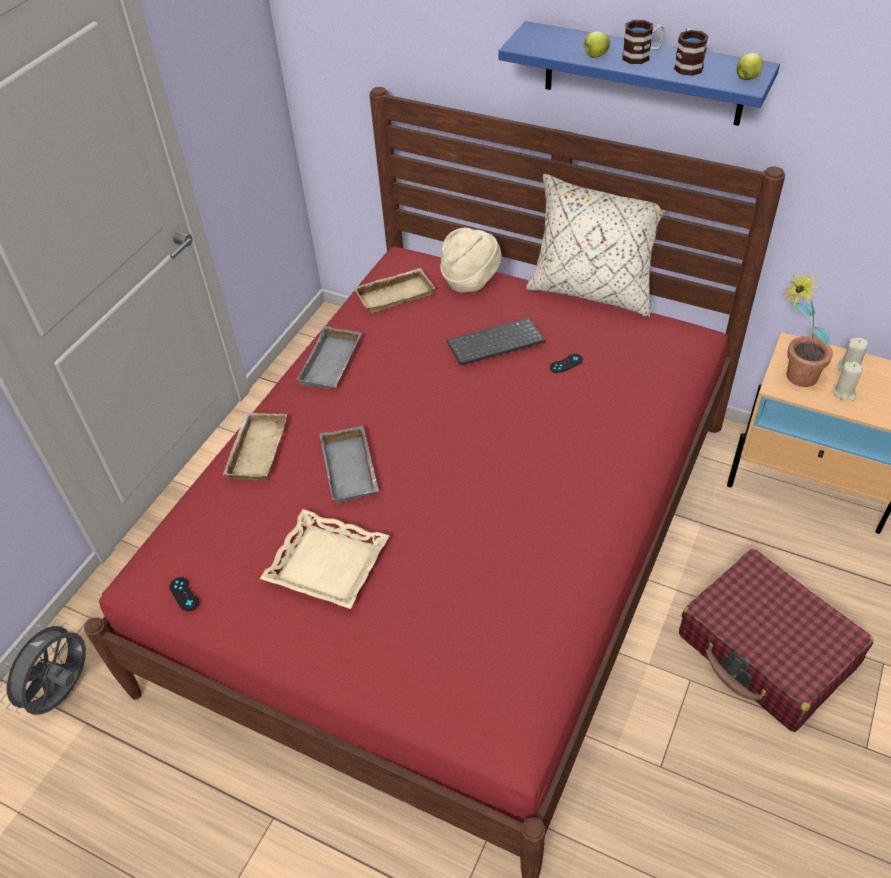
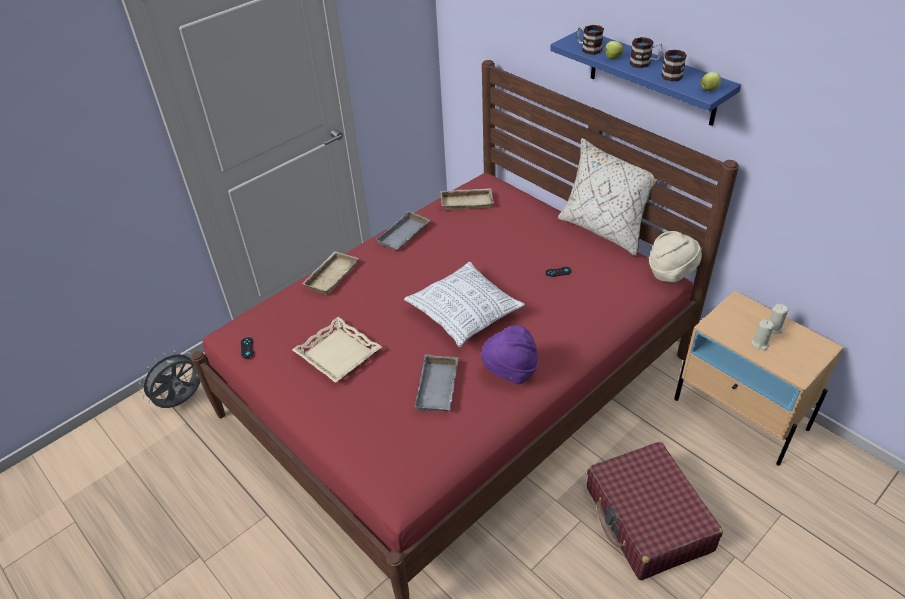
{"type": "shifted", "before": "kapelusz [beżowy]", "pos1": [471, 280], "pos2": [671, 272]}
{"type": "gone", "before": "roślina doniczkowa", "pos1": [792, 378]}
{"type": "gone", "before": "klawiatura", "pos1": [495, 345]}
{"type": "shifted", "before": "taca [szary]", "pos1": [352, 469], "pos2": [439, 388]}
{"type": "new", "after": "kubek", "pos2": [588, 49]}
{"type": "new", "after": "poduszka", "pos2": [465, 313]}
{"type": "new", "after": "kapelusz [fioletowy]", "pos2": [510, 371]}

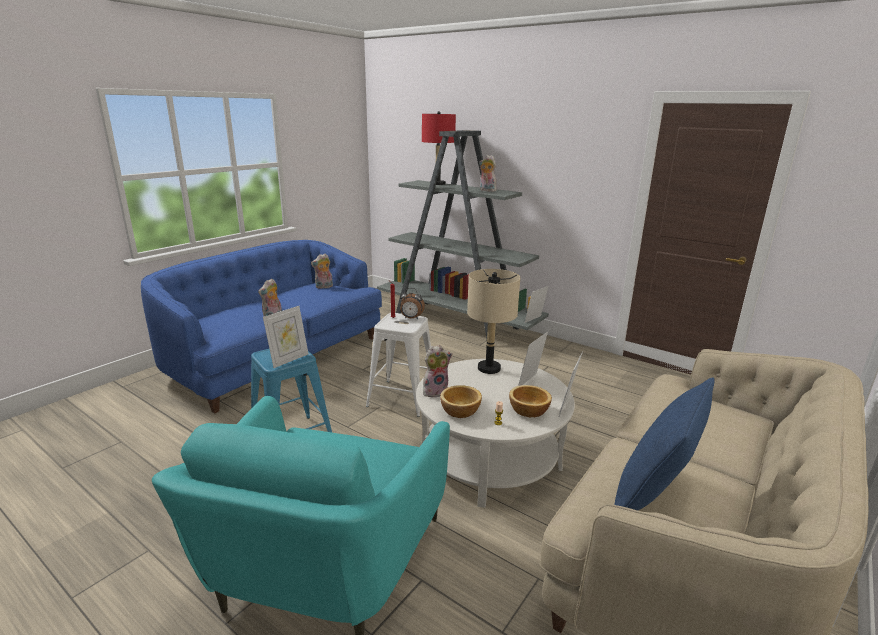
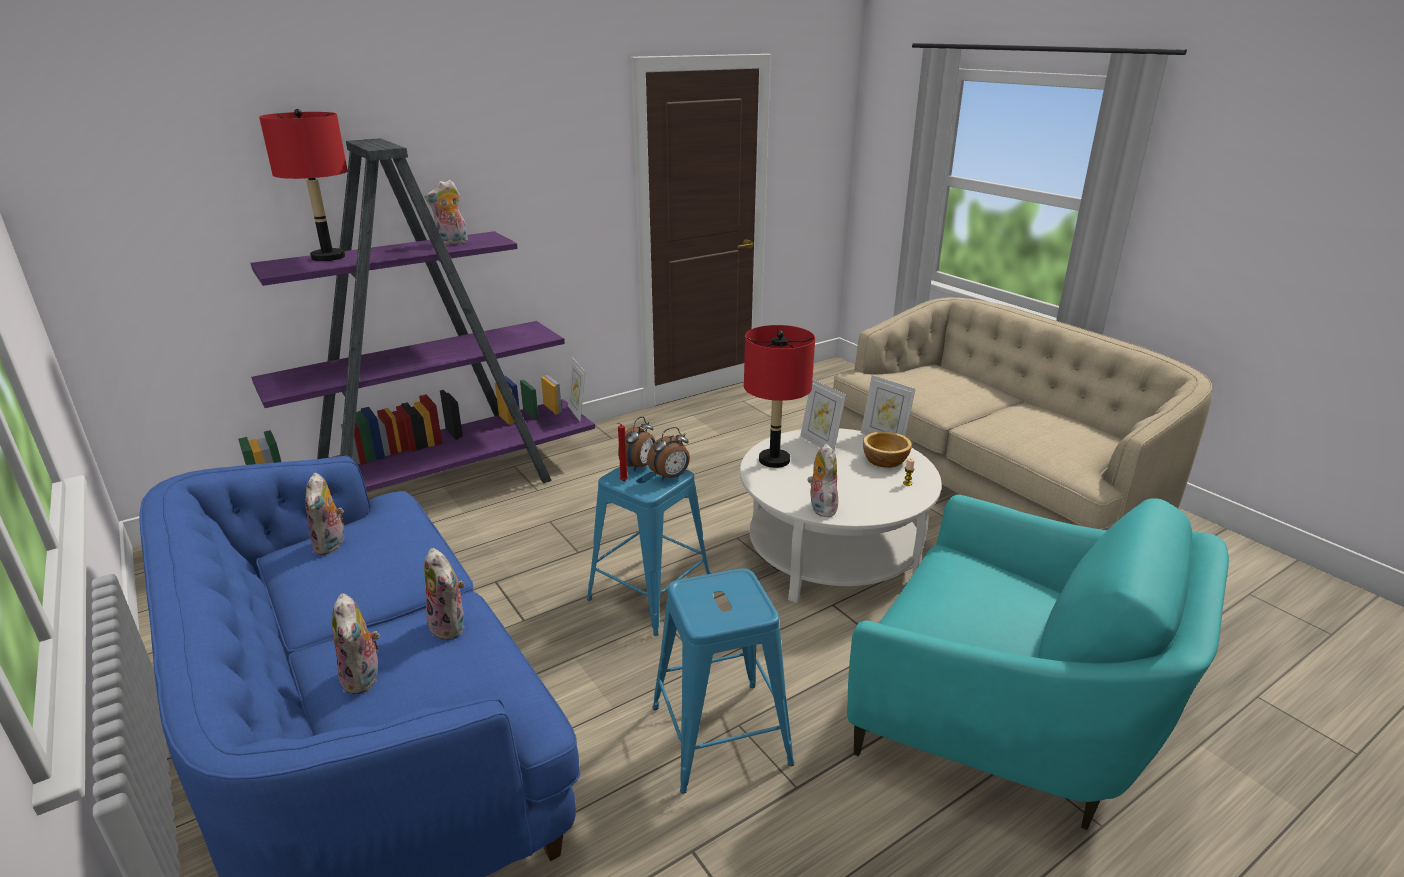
{"type": "repainted", "before": "regał [szary]", "after": "regał [fioletowy]", "pos1": [457, 323], "pos2": [438, 490]}
{"type": "repainted", "before": "lampa stołowa [beżowy]", "after": "lampa stołowa [czerwony]", "pos1": [488, 368], "pos2": [774, 460]}
{"type": "gone", "before": "ramka na zdjęcie", "pos1": [289, 359]}
{"type": "repainted", "before": "stołek [biały]", "after": "stołek [niebieski]", "pos1": [402, 398], "pos2": [650, 594]}
{"type": "gone", "before": "poduszka [niebieski]", "pos1": [653, 496]}
{"type": "gone", "before": "miska", "pos1": [460, 411]}
{"type": "new", "after": "budzik", "pos2": [670, 477]}
{"type": "new", "after": "pluszak", "pos2": [364, 678]}

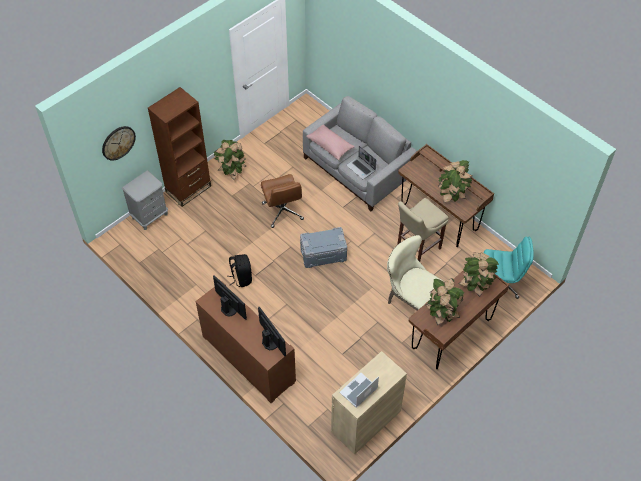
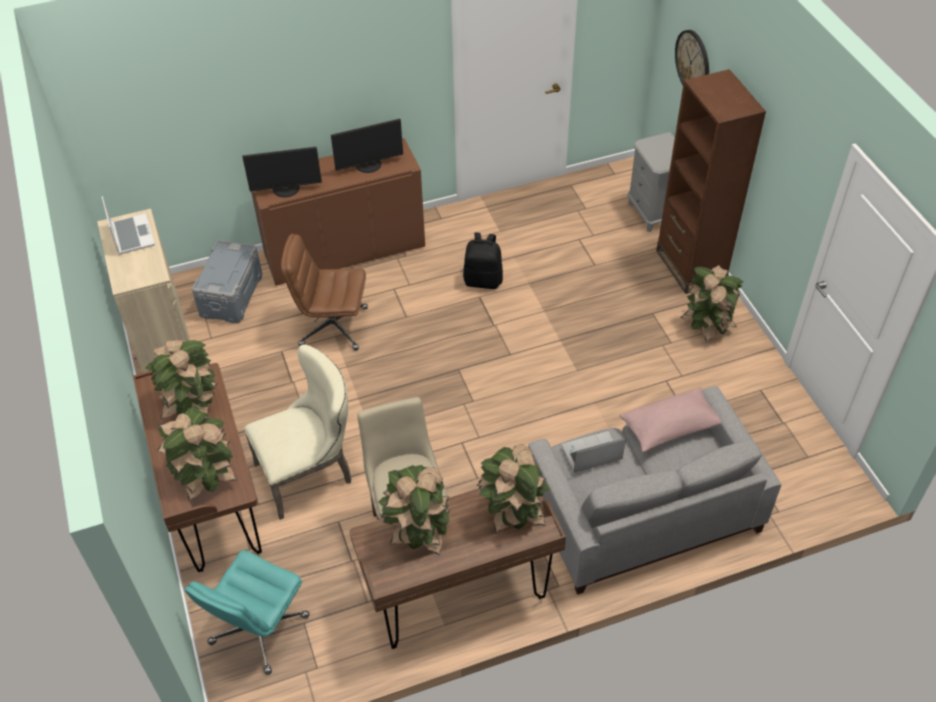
{"type": "shifted", "before": "krzesło biurowe [brązowy]", "pos1": [283, 212], "pos2": [332, 327]}
{"type": "shifted", "before": "pojemnik do przechowywania [szary]", "pos1": [323, 255], "pos2": [230, 295]}
{"type": "new", "after": "roślina doniczkowa", "pos2": [512, 516]}

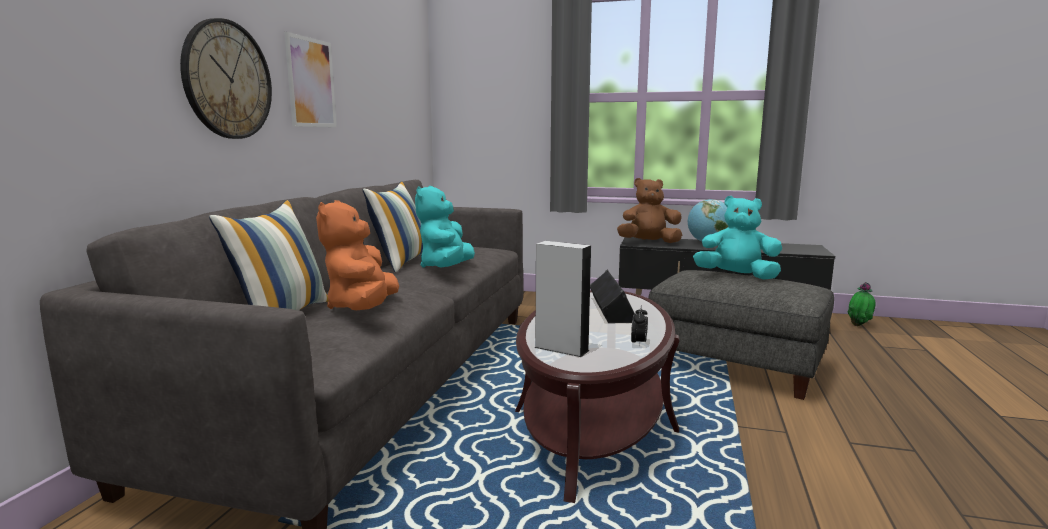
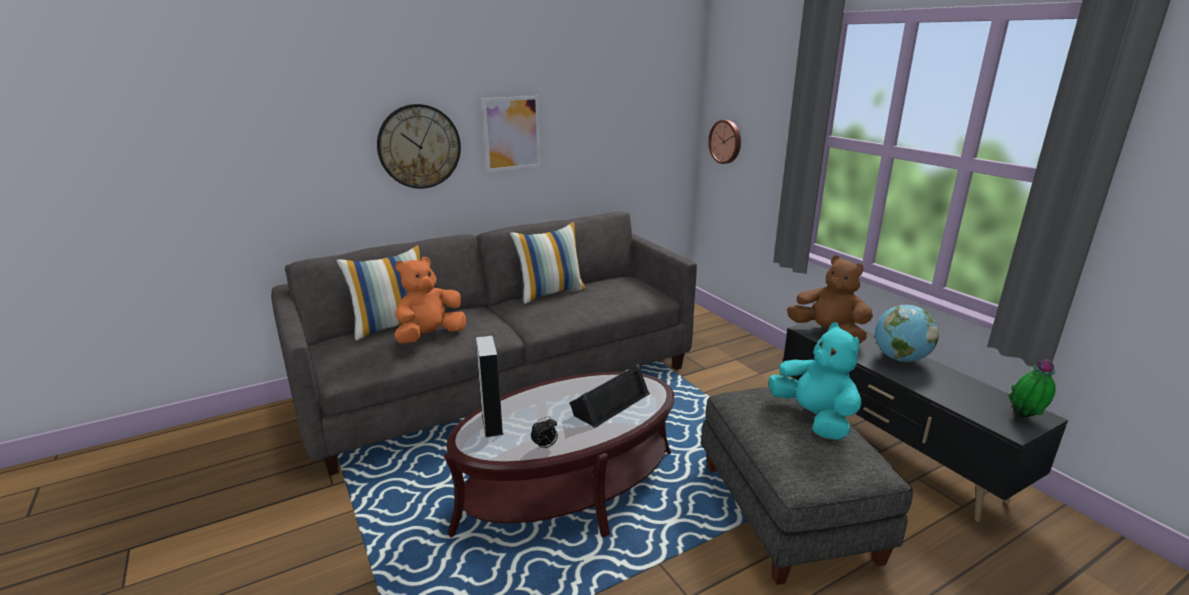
{"type": "gone", "before": "pluszak [turkusowy]", "pos1": [446, 268]}
{"type": "shifted", "before": "roślina doniczkowa", "pos1": [859, 326], "pos2": [1025, 418]}
{"type": "new", "after": "zegar ścienny", "pos2": [726, 141]}

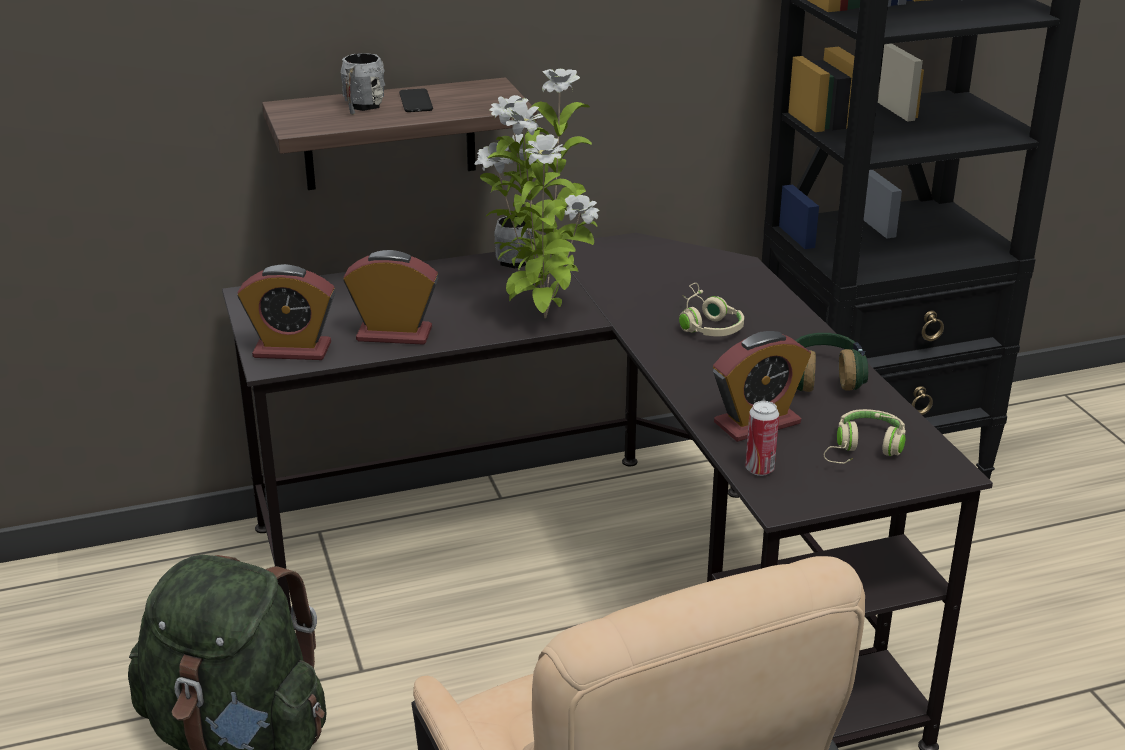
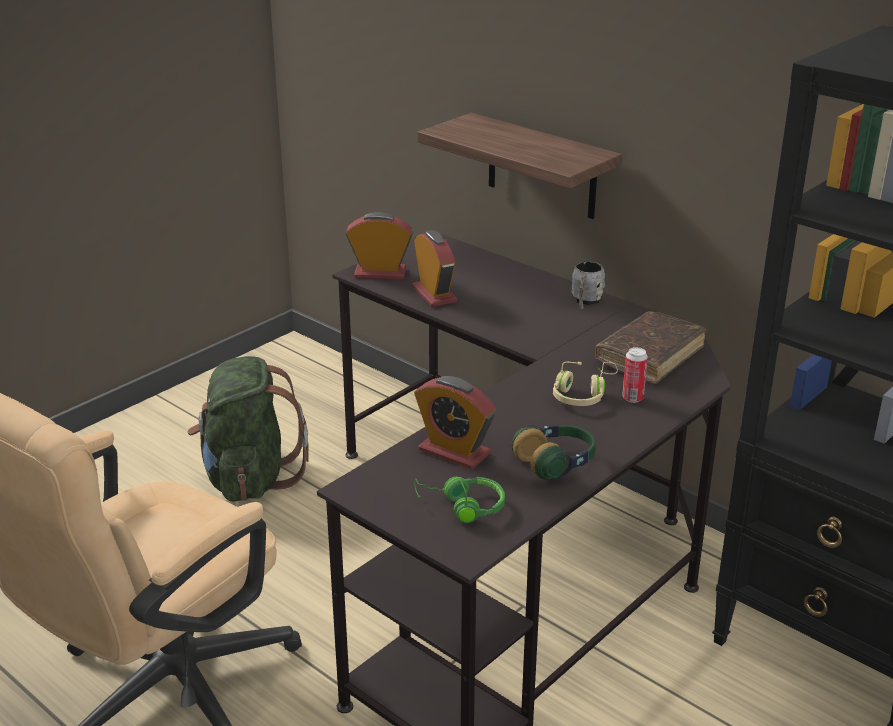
{"type": "gone", "before": "kubek [szary]", "pos1": [361, 107]}
{"type": "gone", "before": "roślina doniczkowa", "pos1": [541, 317]}
{"type": "gone", "before": "telefon", "pos1": [416, 101]}
{"type": "rotated", "before": "budzik", "pos1": [292, 350], "pos2": [380, 273], "turn": 120}
{"type": "shifted", "before": "puszka", "pos1": [759, 469], "pos2": [632, 398]}
{"type": "repainted", "before": "słuchawki [beżowy]", "after": "słuchawki [zielony]", "pos1": [864, 449], "pos2": [462, 506]}
{"type": "new", "after": "książka [brązowy]", "pos2": [650, 356]}

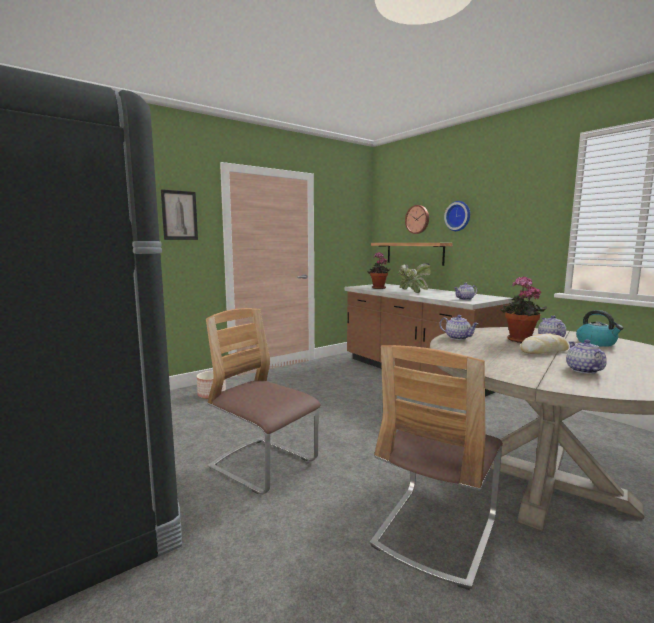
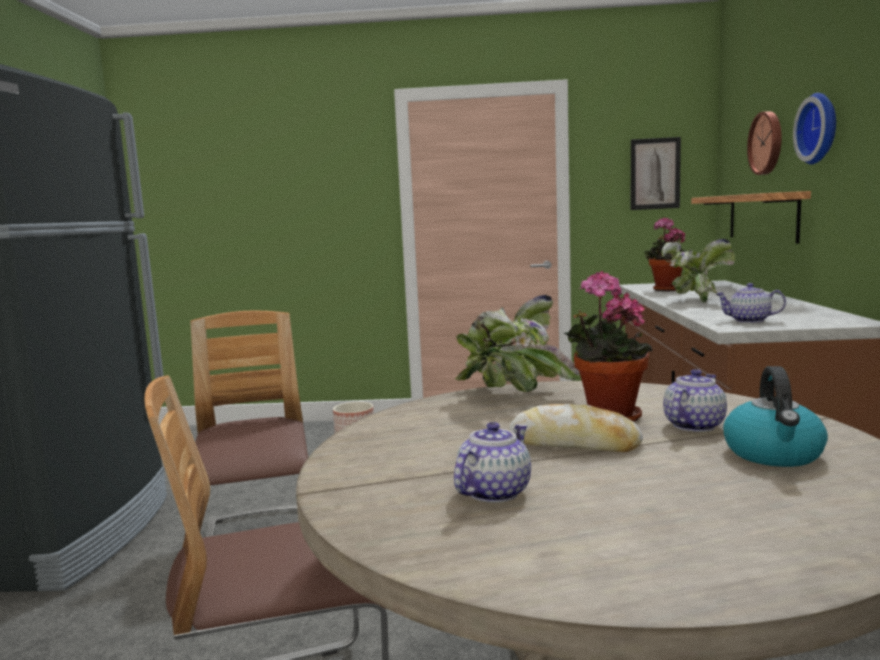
{"type": "shifted", "before": "obraz", "pos1": [179, 215], "pos2": [655, 174]}
{"type": "swapped", "before": "imbryk", "after": "roślina doniczkowa", "pos1": [458, 338], "pos2": [513, 394]}

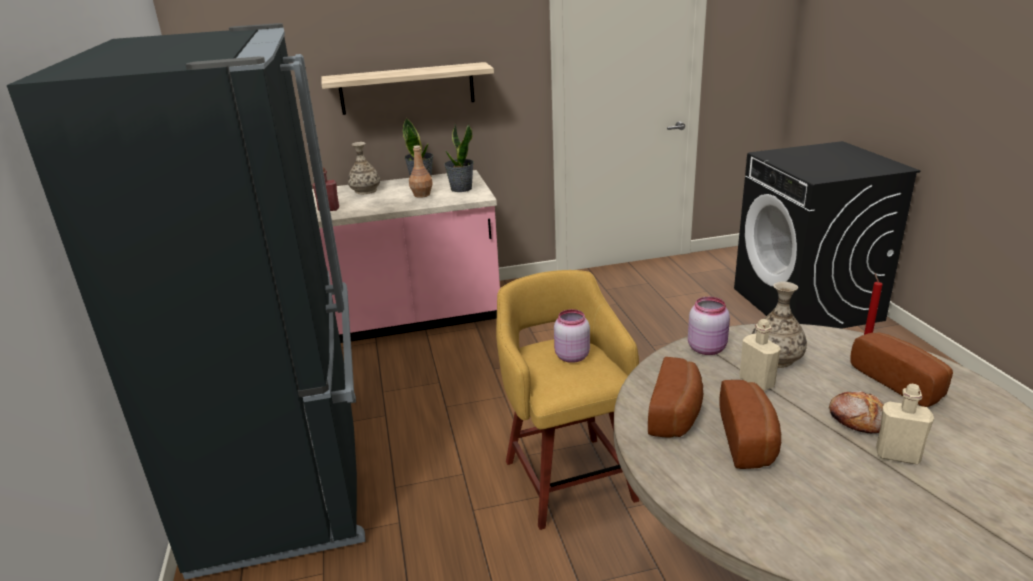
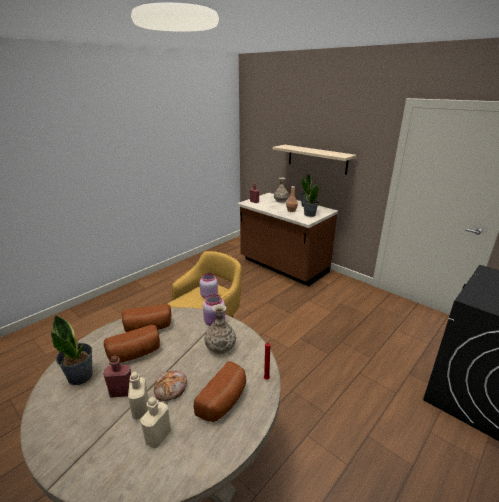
{"type": "gone", "before": "lodówka [czarny]", "pos1": [288, 473]}
{"type": "repainted", "before": "zabudowa kuchenna [różowy]", "after": "zabudowa kuchenna [brązowy]", "pos1": [413, 317], "pos2": [283, 266]}
{"type": "shifted", "before": "butelka [beżowy]", "pos1": [756, 382], "pos2": [158, 436]}
{"type": "new", "after": "roślina doniczkowa", "pos2": [81, 376]}
{"type": "new", "after": "butelka [czerwony]", "pos2": [121, 392]}

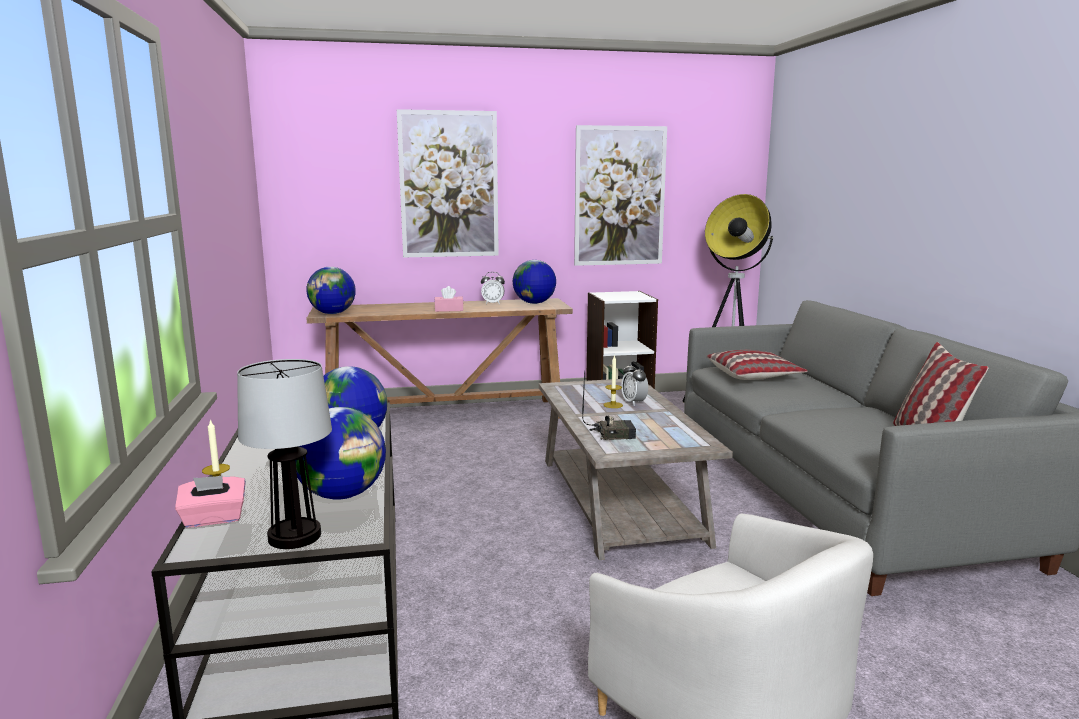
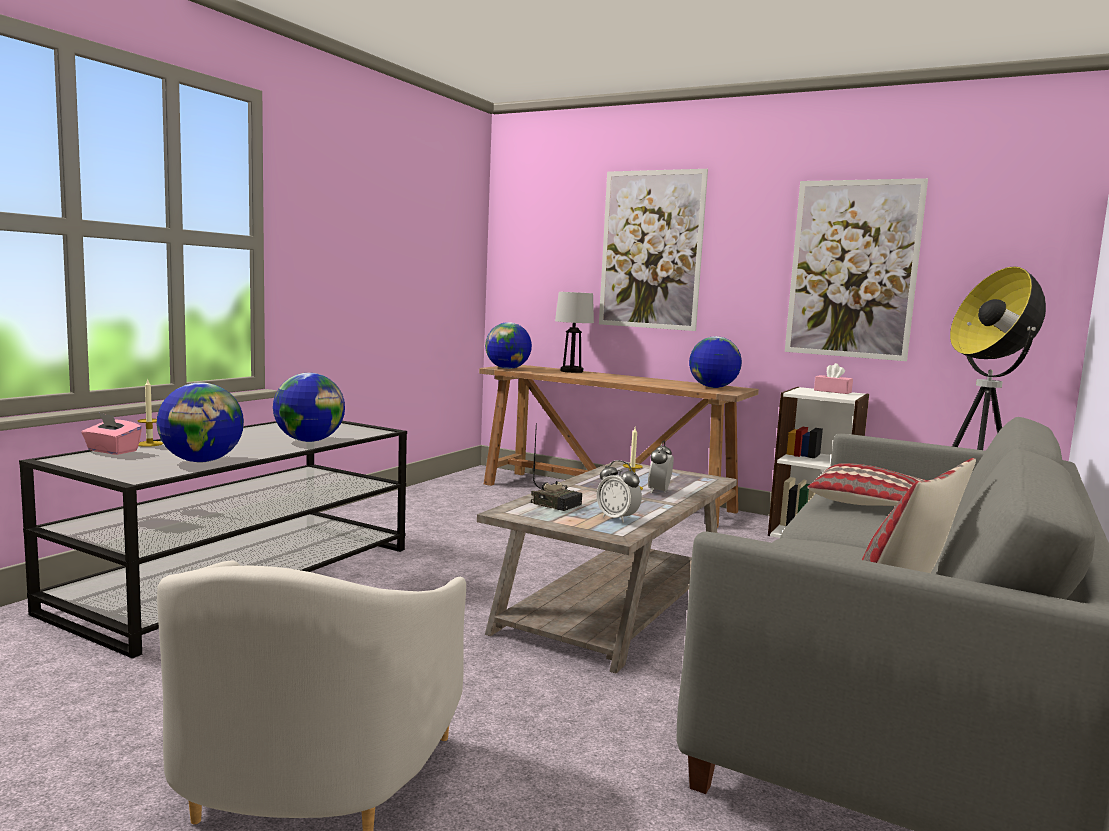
{"type": "shifted", "before": "budzik", "pos1": [493, 303], "pos2": [617, 519]}
{"type": "shifted", "before": "pudełko chusteczek [różowy]", "pos1": [449, 310], "pos2": [832, 391]}
{"type": "shifted", "before": "lampa stołowa", "pos1": [296, 536], "pos2": [572, 371]}

